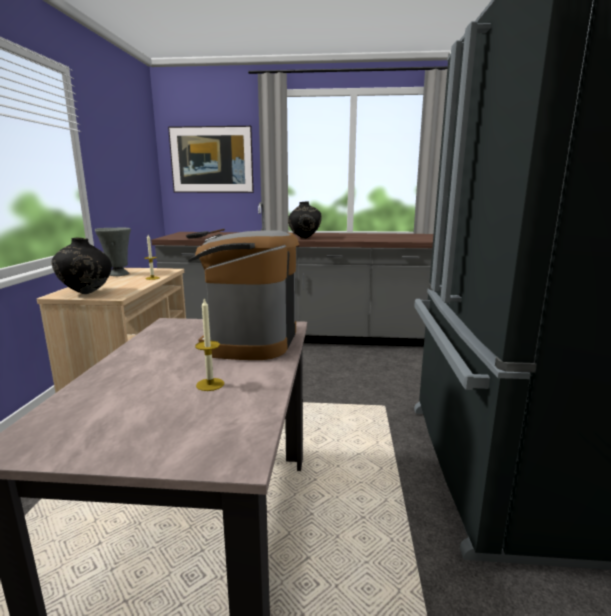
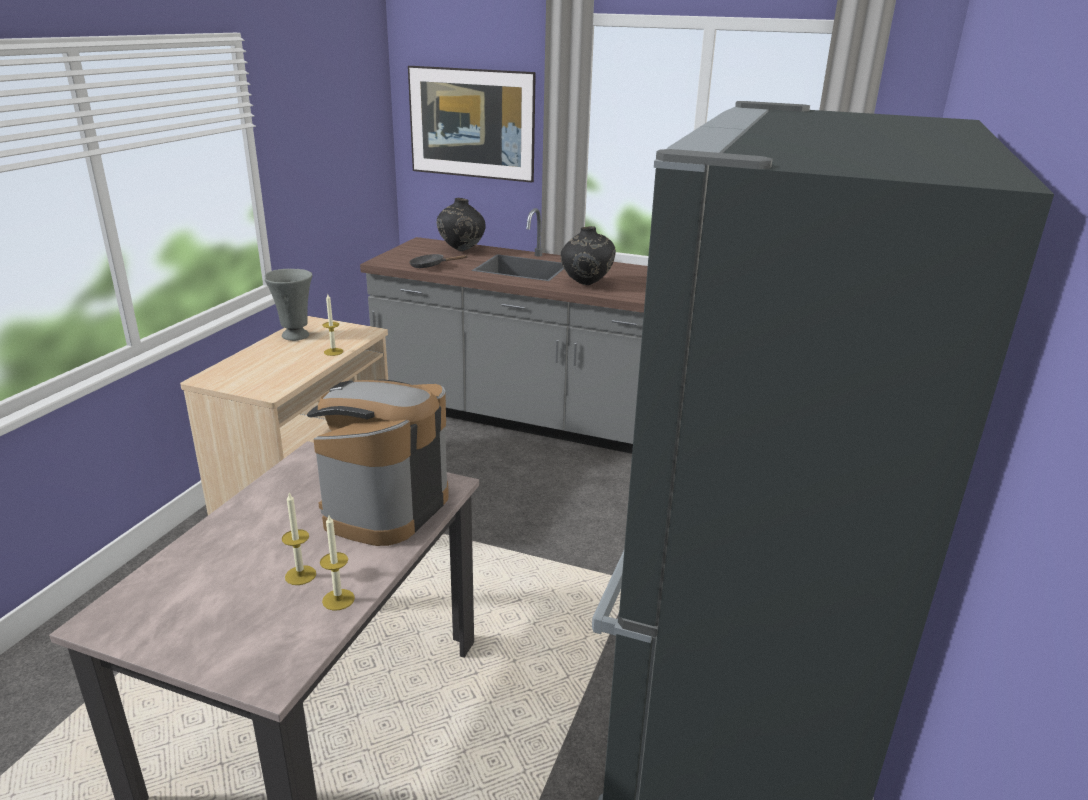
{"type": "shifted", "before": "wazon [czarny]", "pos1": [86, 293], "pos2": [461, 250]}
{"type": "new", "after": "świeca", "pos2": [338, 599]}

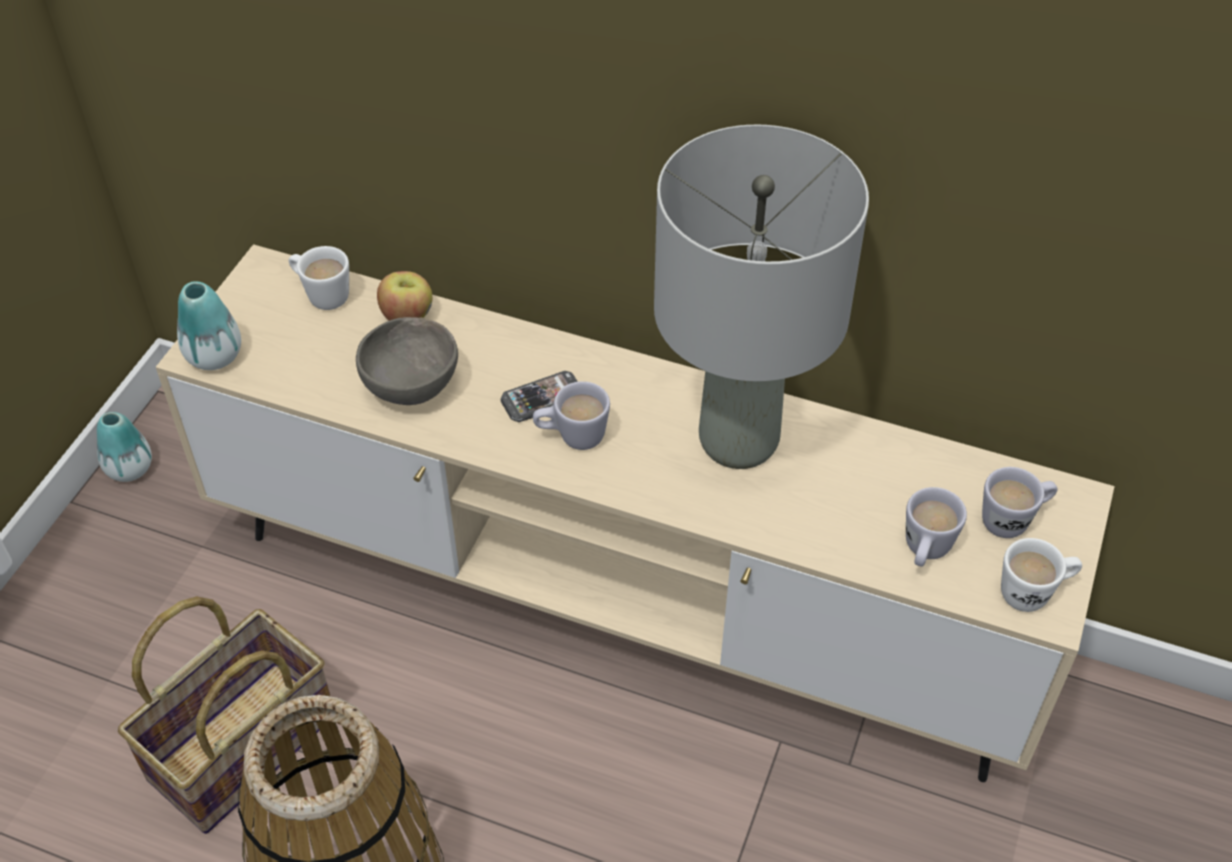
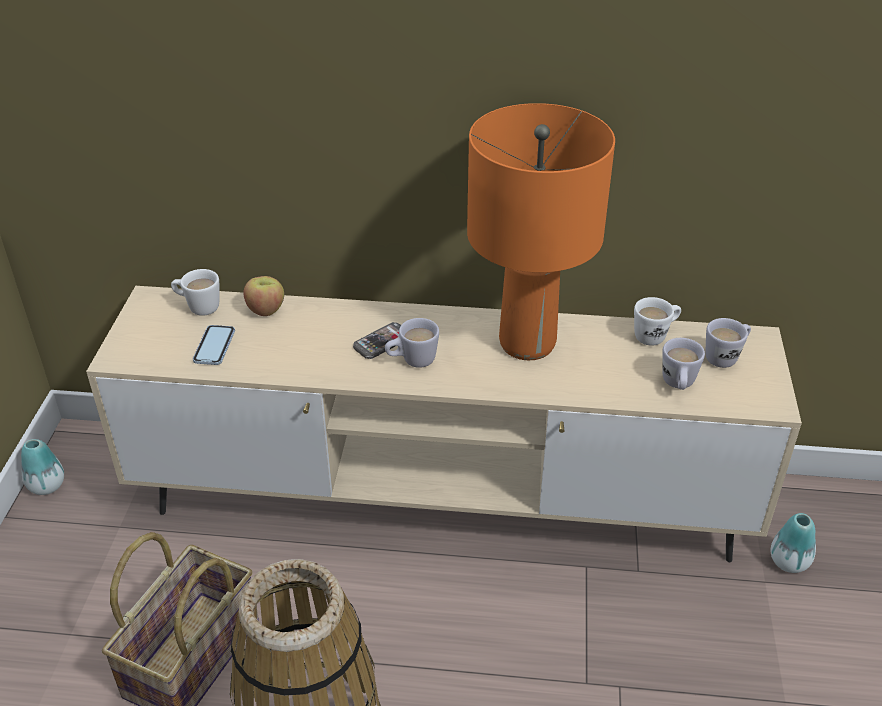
{"type": "repainted", "before": "lampa stołowa [szary]", "after": "lampa stołowa [pomarańczowy]", "pos1": [738, 439], "pos2": [526, 343]}
{"type": "shifted", "before": "wazon", "pos1": [214, 356], "pos2": [789, 562]}
{"type": "gone", "before": "miska [szary]", "pos1": [413, 387]}
{"type": "shifted", "before": "kubek [biały]", "pos1": [1034, 593], "pos2": [655, 335]}
{"type": "new", "after": "telefon", "pos2": [214, 346]}

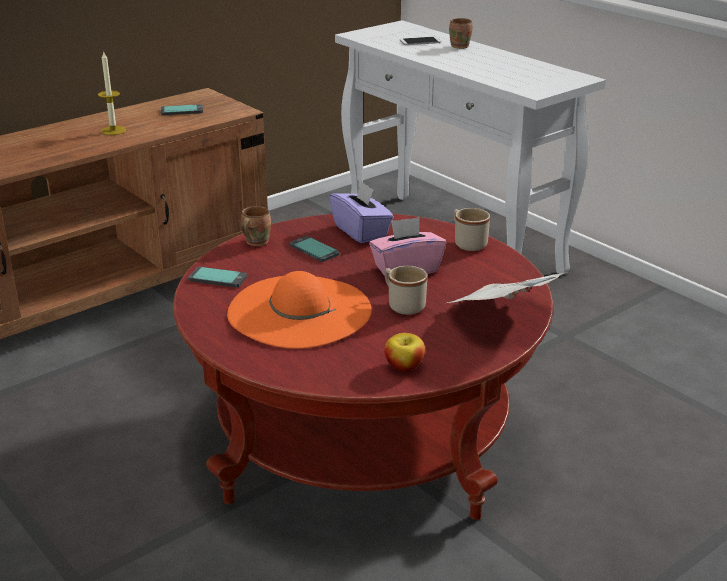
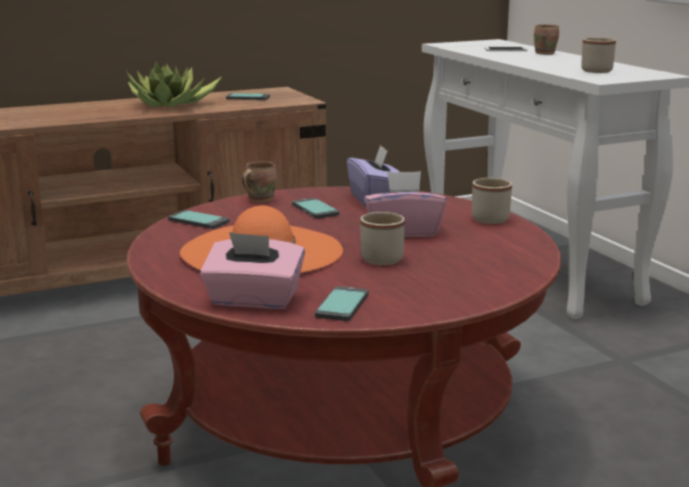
{"type": "swapped", "before": "świeca", "after": "roślina doniczkowa", "pos1": [113, 130], "pos2": [171, 105]}
{"type": "gone", "before": "gazeta", "pos1": [504, 316]}
{"type": "swapped", "before": "jabłko", "after": "telefon", "pos1": [404, 366], "pos2": [342, 305]}
{"type": "new", "after": "kubek [beżowy]", "pos2": [593, 70]}
{"type": "new", "after": "pudełko chusteczek [różowy]", "pos2": [254, 300]}

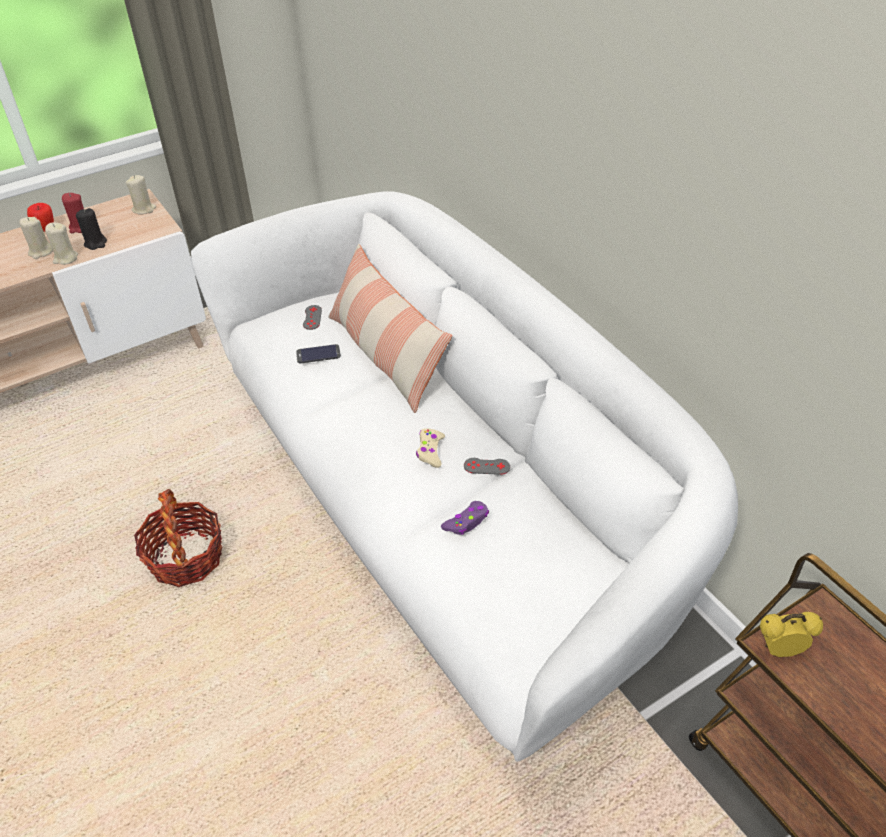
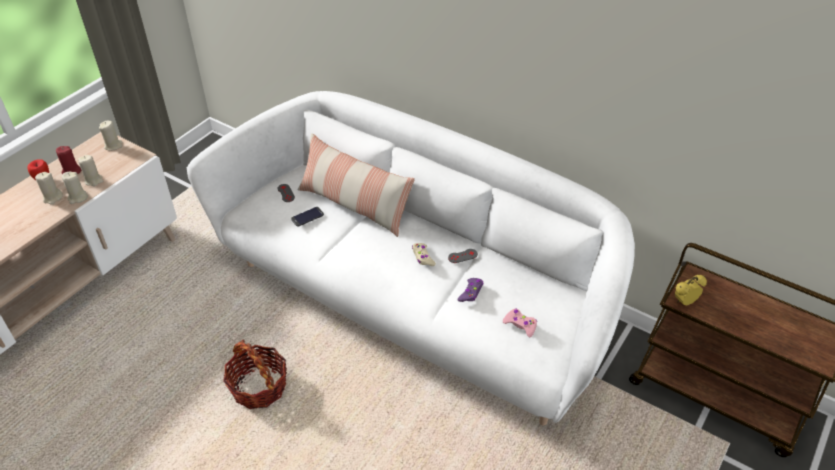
{"type": "repainted", "before": "świeca [czarny]", "after": "świeca [beżowy]", "pos1": [95, 243], "pos2": [94, 180]}
{"type": "new", "after": "pad do gier [różowy]", "pos2": [520, 325]}

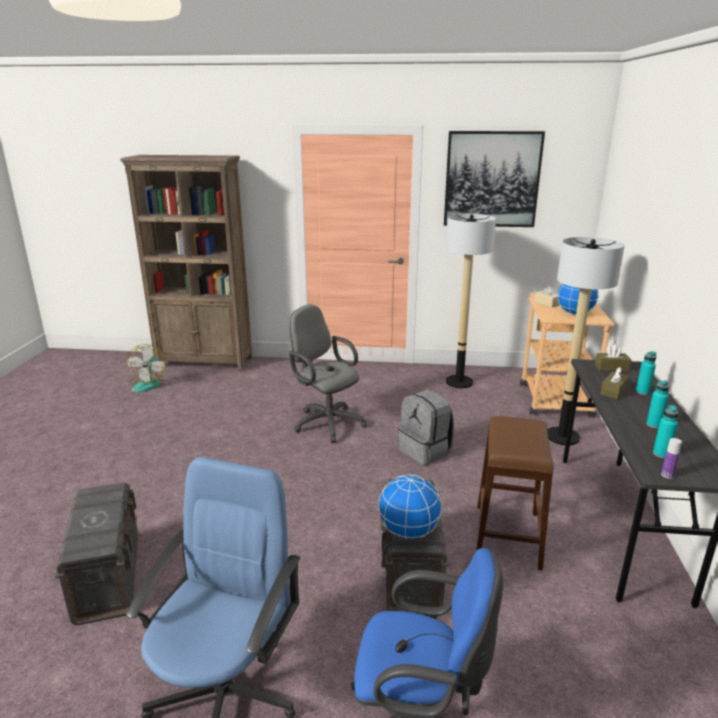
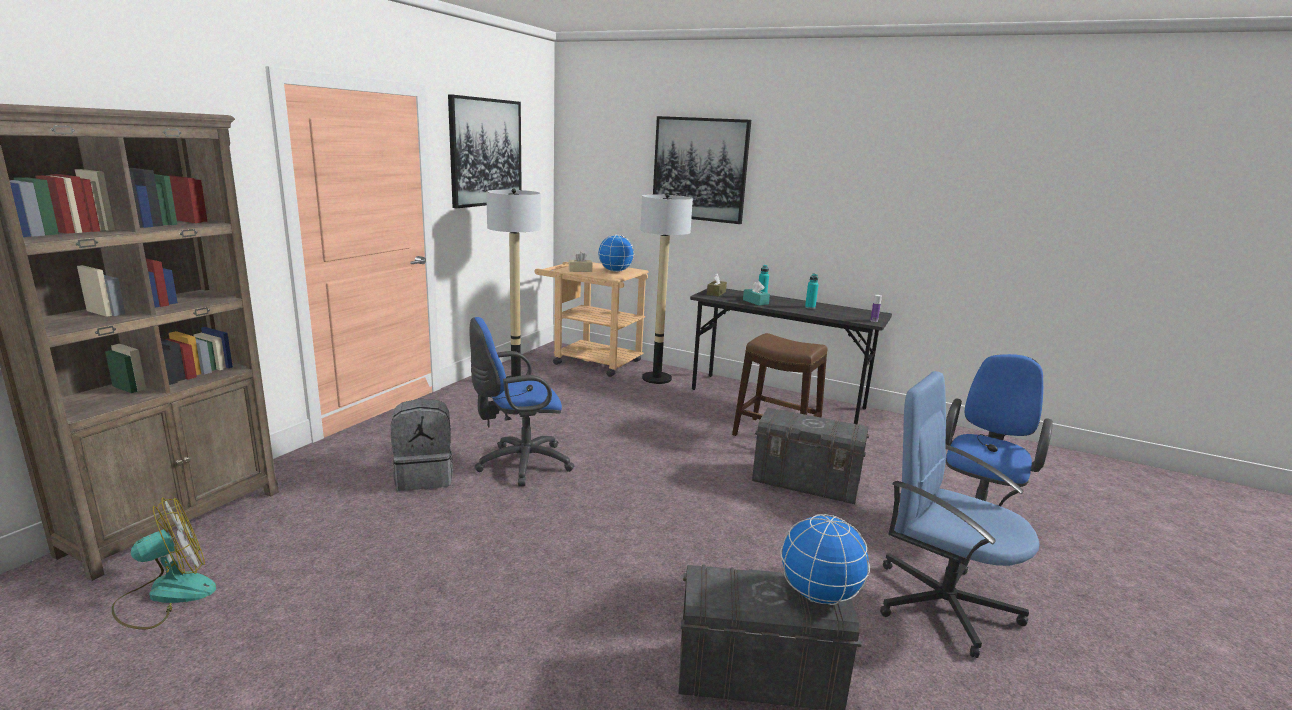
{"type": "repainted", "before": "krzesło biurowe [szary]", "after": "krzesło biurowe [niebieski]", "pos1": [326, 422], "pos2": [519, 464]}
{"type": "rotated", "before": "wentylator", "pos1": [149, 384], "pos2": [166, 595], "turn": -60}
{"type": "repainted", "before": "pudełko chusteczek [brązowy]", "after": "pudełko chusteczek [turkusowy]", "pos1": [613, 391], "pos2": [755, 302]}
{"type": "shifted", "before": "plecak [szary]", "pos1": [426, 451], "pos2": [425, 477]}
{"type": "gone", "before": "butelka [turkusowy]", "pos1": [661, 454]}
{"type": "shifted", "before": "globus", "pos1": [408, 531], "pos2": [818, 595]}
{"type": "new", "after": "obraz", "pos2": [700, 169]}

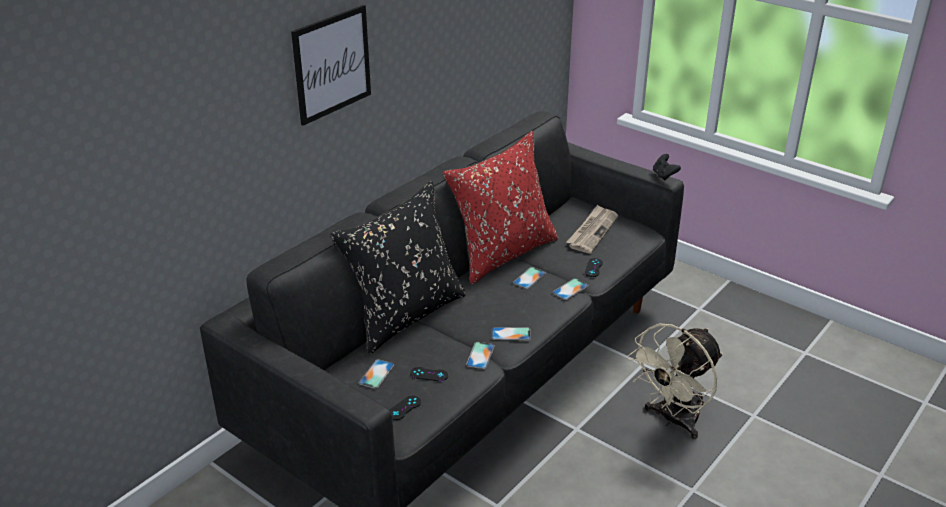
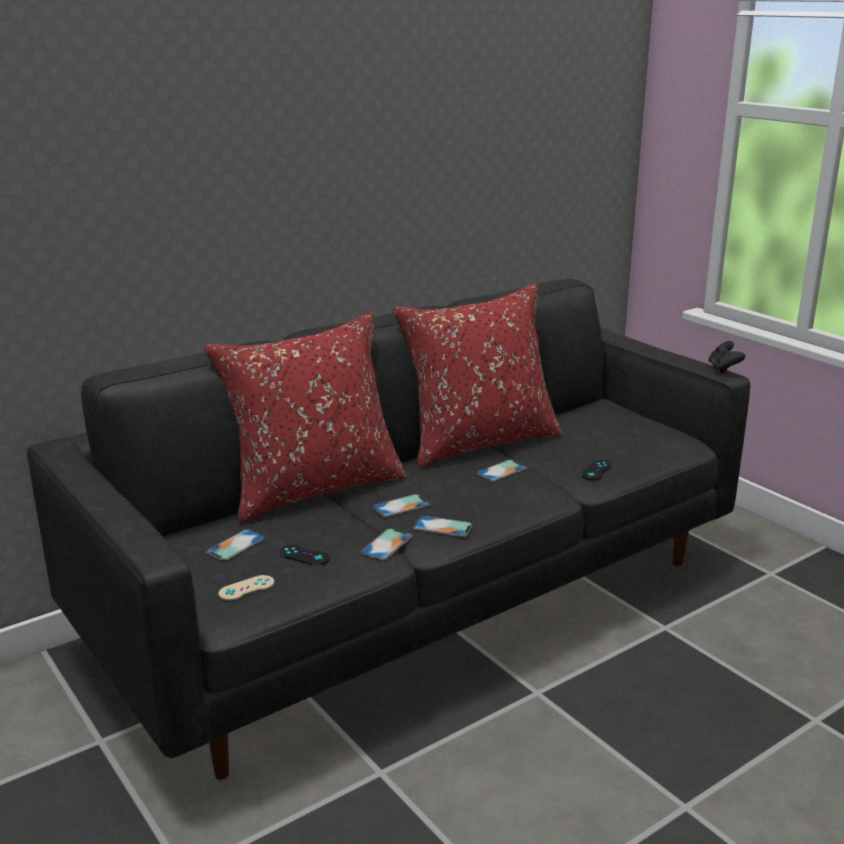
{"type": "gone", "before": "obraz", "pos1": [332, 64]}
{"type": "repainted", "before": "poduszka [czarny]", "after": "poduszka [czerwony]", "pos1": [404, 315], "pos2": [313, 489]}
{"type": "gone", "before": "gazeta", "pos1": [592, 231]}
{"type": "shifted", "before": "telefon", "pos1": [570, 289], "pos2": [401, 506]}
{"type": "gone", "before": "wentylator [beżowy]", "pos1": [673, 420]}
{"type": "repainted", "before": "pad do gier [czarny]", "after": "pad do gier [beżowy]", "pos1": [404, 408], "pos2": [246, 588]}

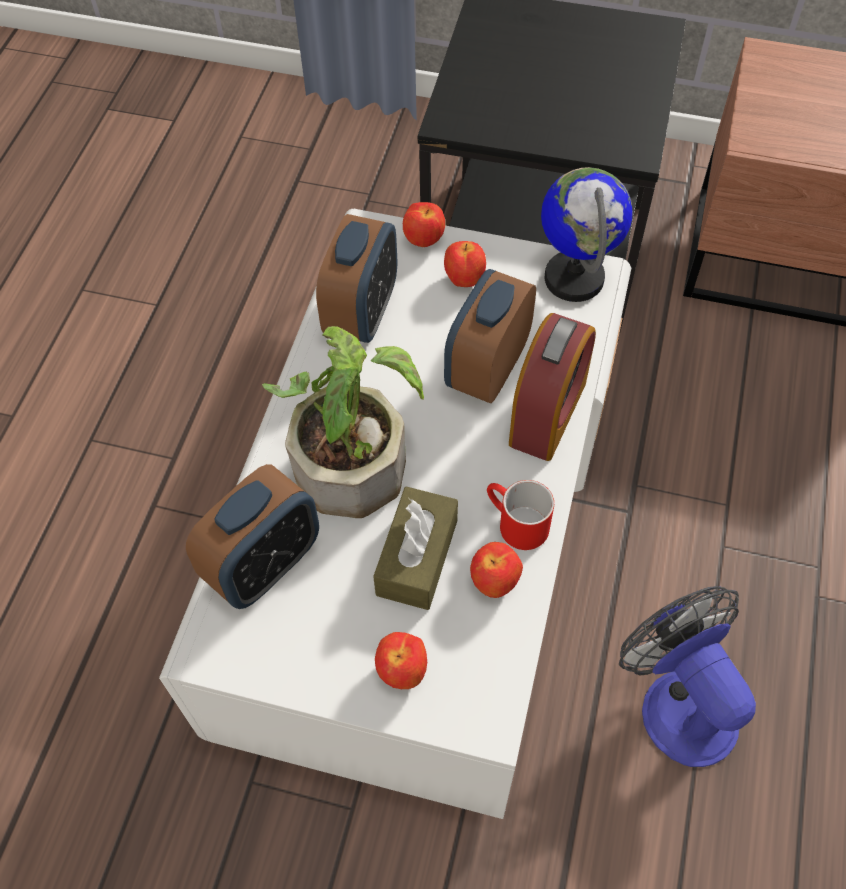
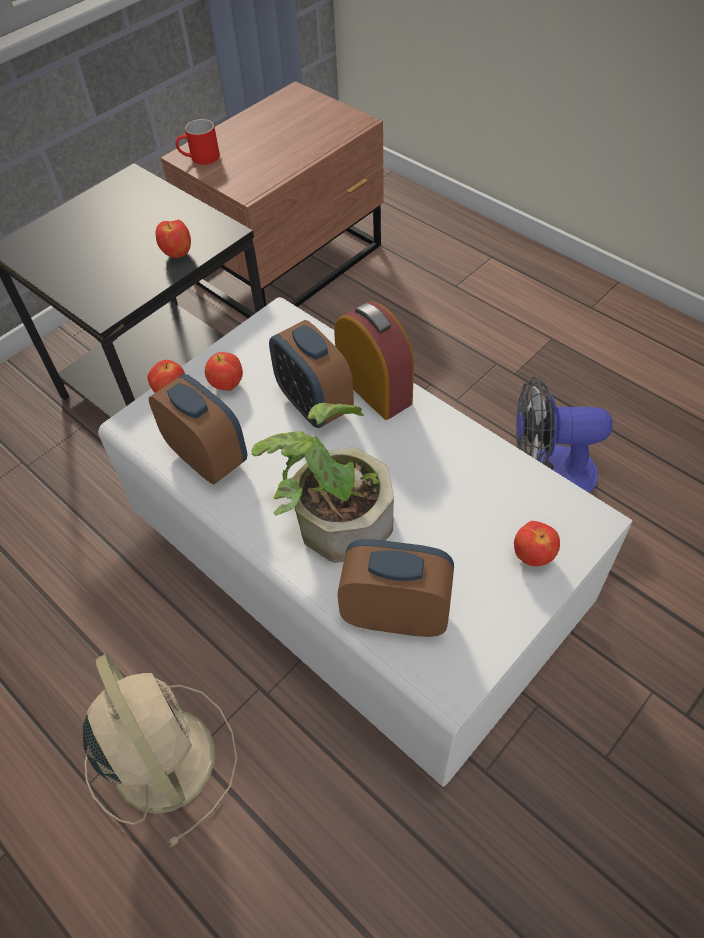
{"type": "gone", "before": "globus", "pos1": [574, 278]}
{"type": "rotated", "before": "budzik", "pos1": [264, 564], "pos2": [396, 613], "turn": -60}
{"type": "shifted", "before": "kubek [czerwony]", "pos1": [514, 524], "pos2": [200, 159]}
{"type": "gone", "before": "pudełko chusteczek [brązowy]", "pos1": [417, 557]}
{"type": "shifted", "before": "jabłko", "pos1": [494, 582], "pos2": [178, 254]}
{"type": "new", "after": "wentylator [beżowy]", "pos2": [162, 755]}

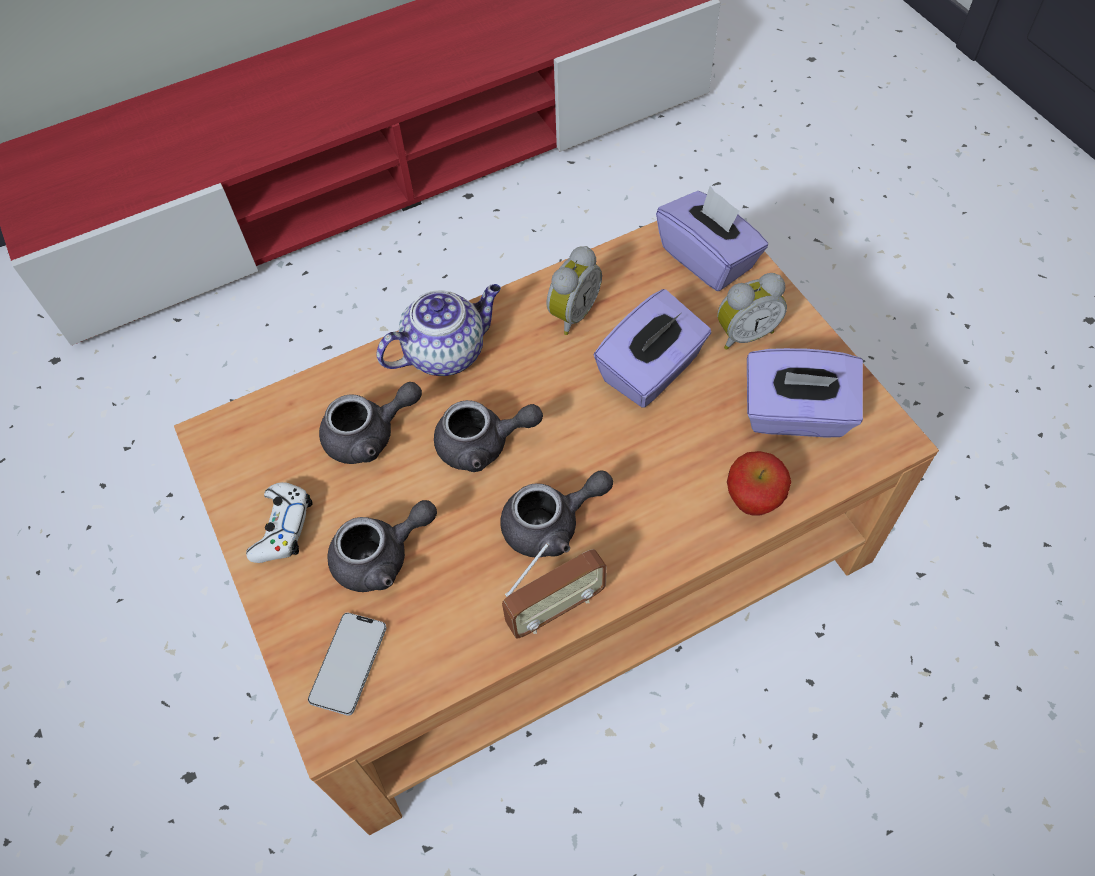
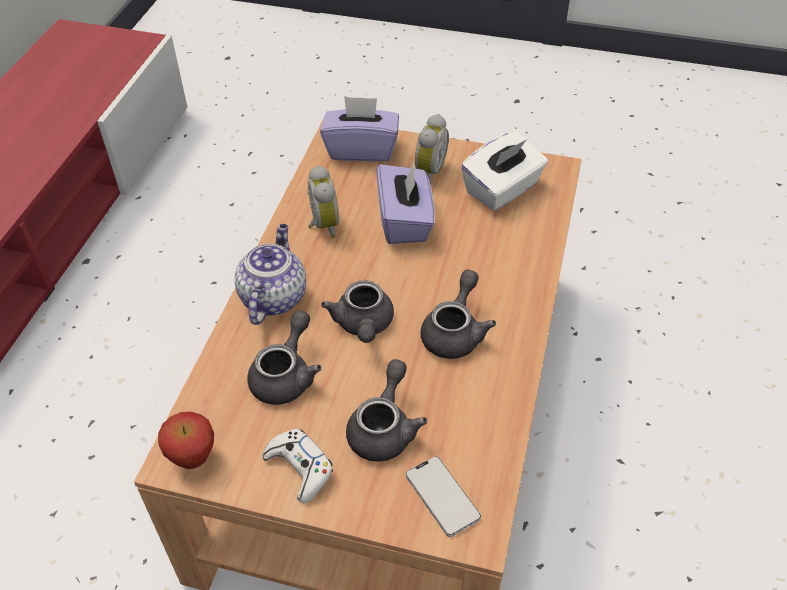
{"type": "repainted", "before": "pudełko chusteczek [fioletowy]", "after": "pudełko chusteczek [biały]", "pos1": [795, 415], "pos2": [502, 190]}
{"type": "rotated", "before": "imbryk [szary]", "pos1": [483, 445], "pos2": [363, 325], "turn": 135}
{"type": "shifted", "before": "jabłko", "pos1": [752, 503], "pos2": [193, 458]}
{"type": "gone", "before": "radio", "pos1": [555, 608]}

